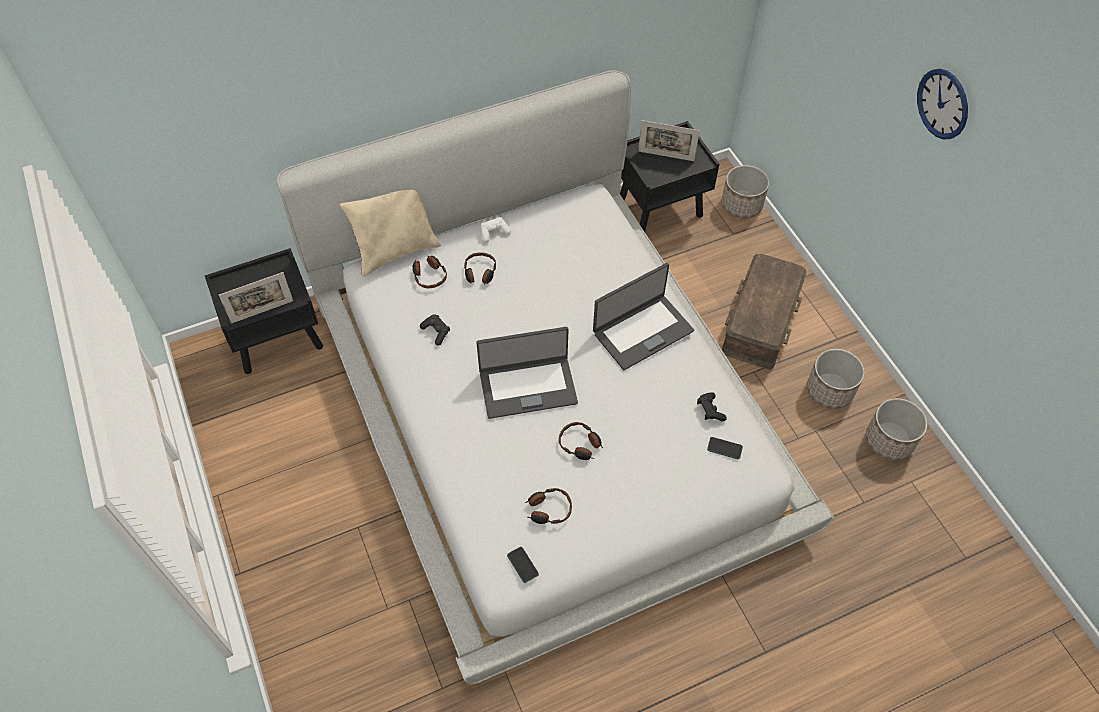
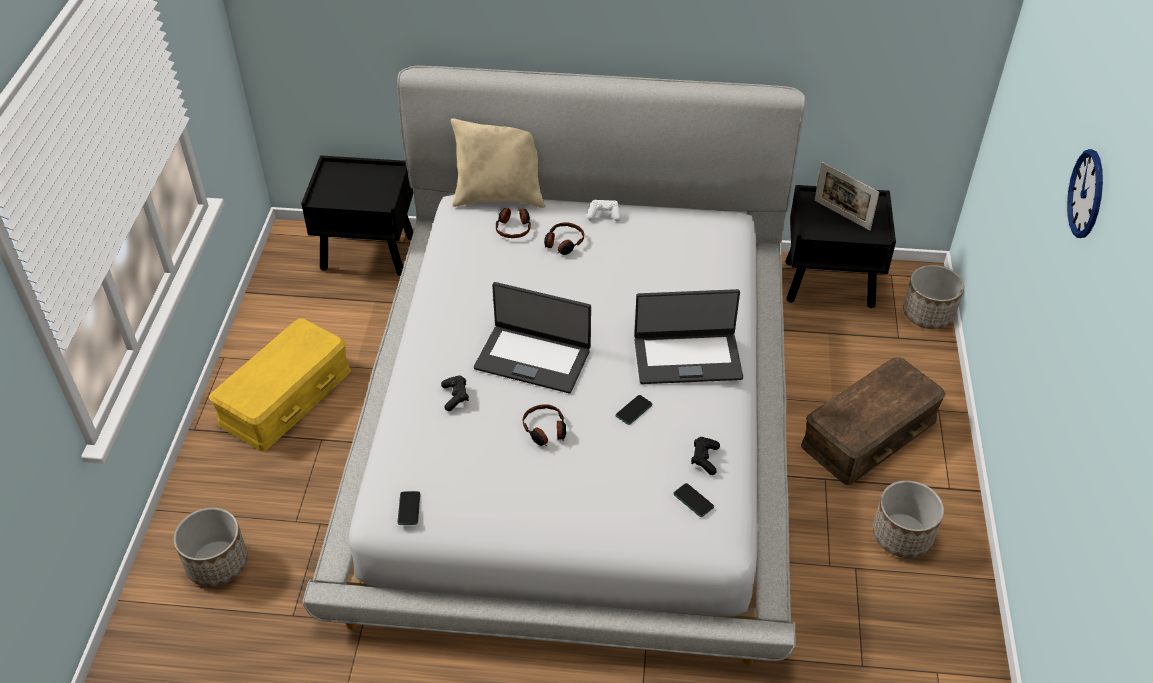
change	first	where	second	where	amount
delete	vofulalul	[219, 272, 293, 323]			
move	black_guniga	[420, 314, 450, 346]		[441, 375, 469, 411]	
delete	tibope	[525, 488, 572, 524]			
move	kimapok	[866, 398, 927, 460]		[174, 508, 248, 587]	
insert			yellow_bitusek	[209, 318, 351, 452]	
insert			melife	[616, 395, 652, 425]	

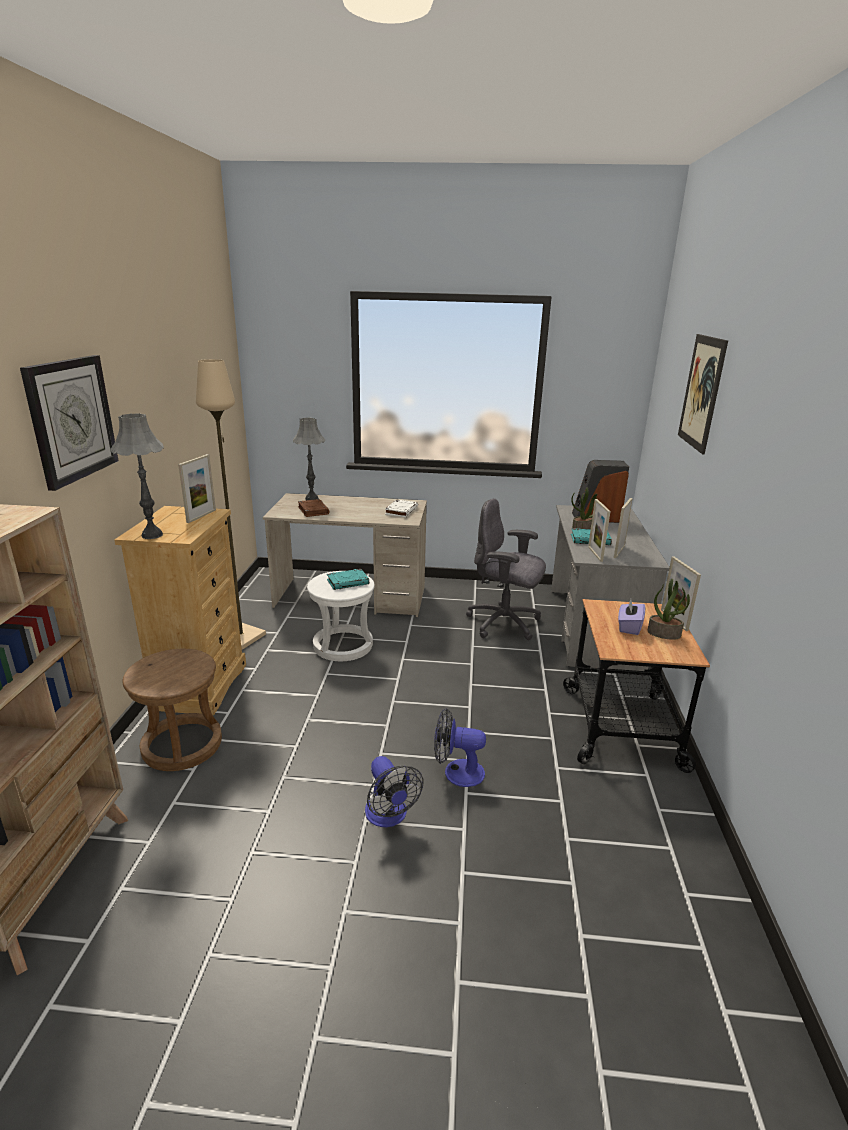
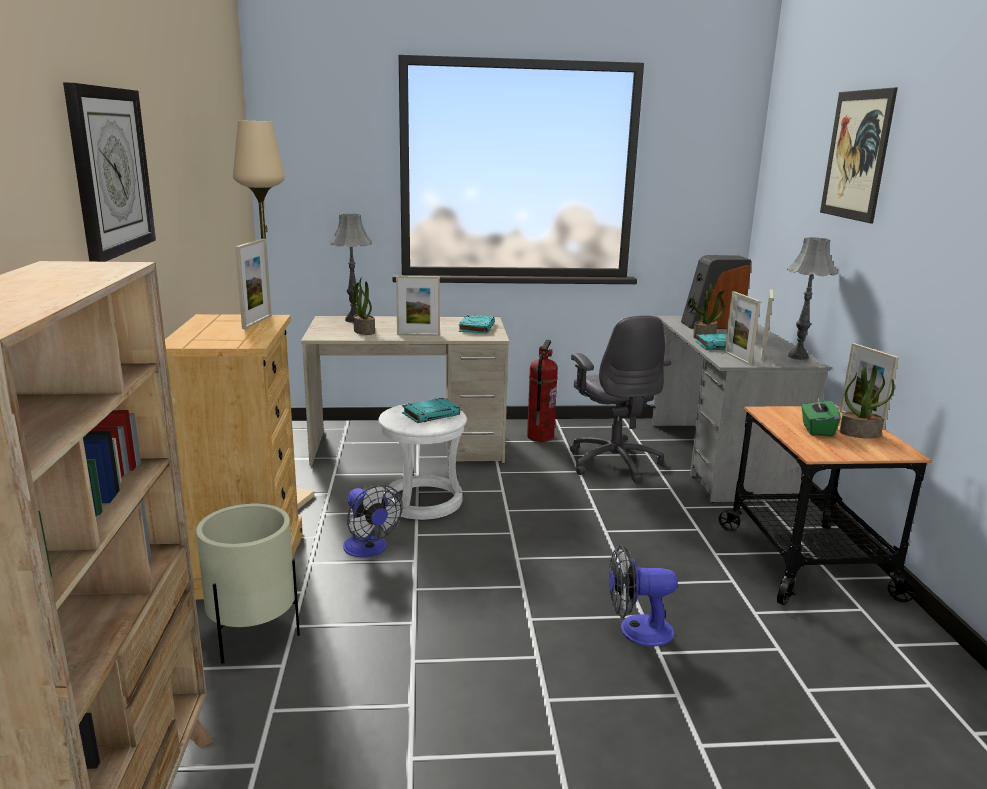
change	first	where	second	where	amount
move	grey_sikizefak	[110, 413, 164, 539]		[787, 237, 838, 360]	
replace	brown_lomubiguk	[122, 649, 222, 771]	beige_kimapok	[196, 503, 300, 664]	
replace	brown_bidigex	[298, 499, 330, 517]	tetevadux	[349, 277, 375, 335]	
move	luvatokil	[365, 756, 424, 827]		[343, 485, 403, 558]	
recolor	white_bidigex	[385, 500, 418, 517]	turquoise_bidigex	[459, 315, 495, 333]	
rotate	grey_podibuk	[466, 499, 546, 640]		[570, 315, 671, 483]	120 degrees counterclockwise
recolor	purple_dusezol	[618, 599, 645, 635]	green_dusezol	[801, 396, 841, 437]	
insert			vofulalul	[396, 276, 440, 336]	
insert			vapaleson	[527, 340, 558, 442]	

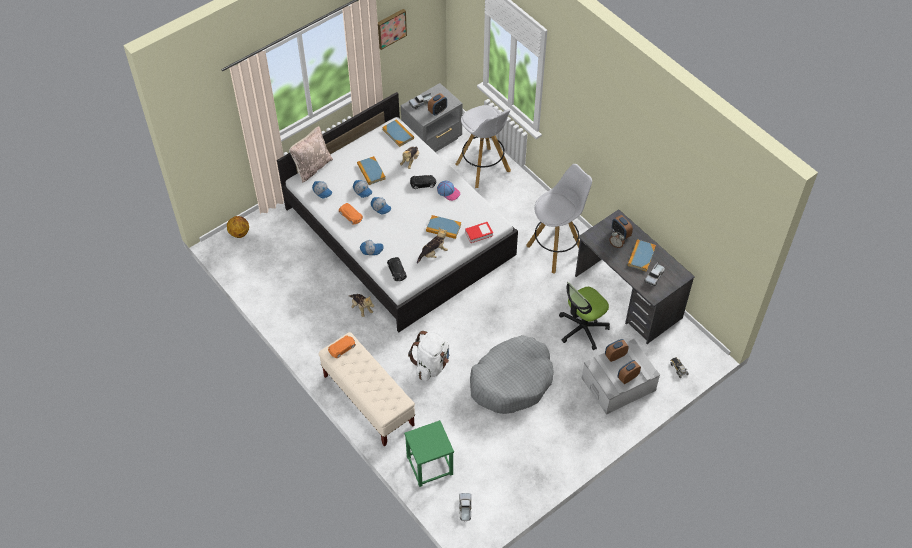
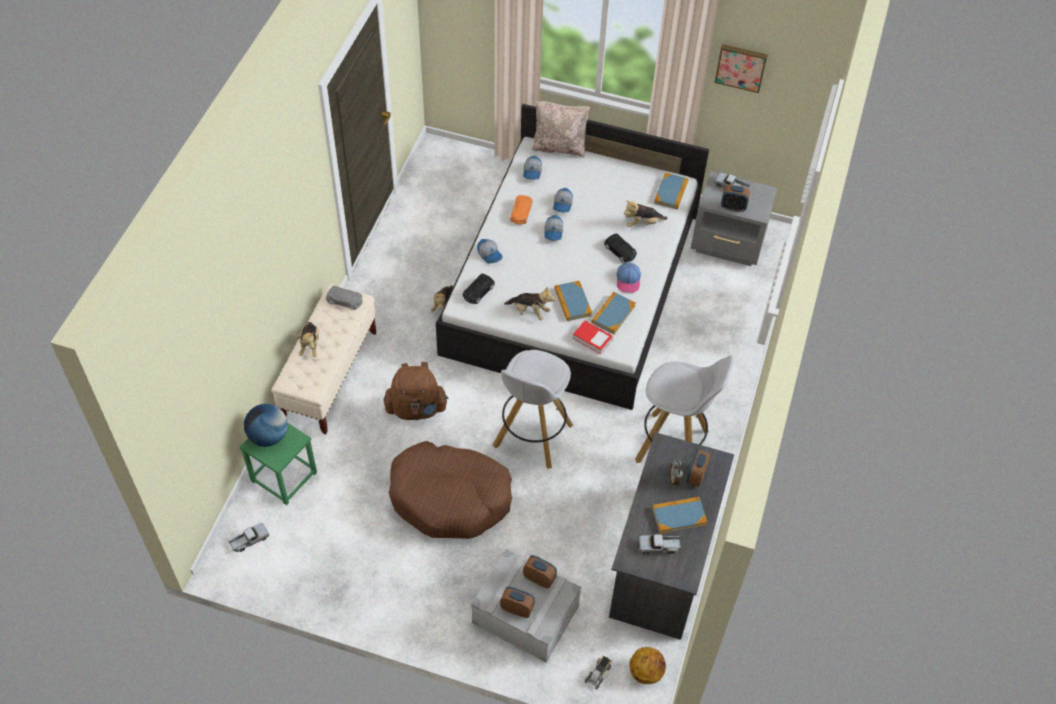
change	first	where	second	where	amount
move	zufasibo	[227, 216, 249, 238]		[629, 647, 666, 684]	
recolor	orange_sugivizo	[328, 335, 356, 358]	grey_sugivizo	[326, 286, 363, 310]	
move	bidigex	[357, 156, 386, 185]		[592, 292, 636, 334]	
recolor	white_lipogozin	[408, 331, 449, 381]	brown_lipogozin	[384, 362, 448, 420]	
move	white_lomubiguk	[455, 105, 511, 188]		[493, 350, 574, 469]	
recolor	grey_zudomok	[470, 335, 554, 414]	brown_zudomok	[389, 441, 512, 539]	
delete	podibuk	[559, 282, 610, 350]			
insert			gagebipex	[244, 404, 288, 447]	
insert			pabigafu	[296, 322, 319, 357]	

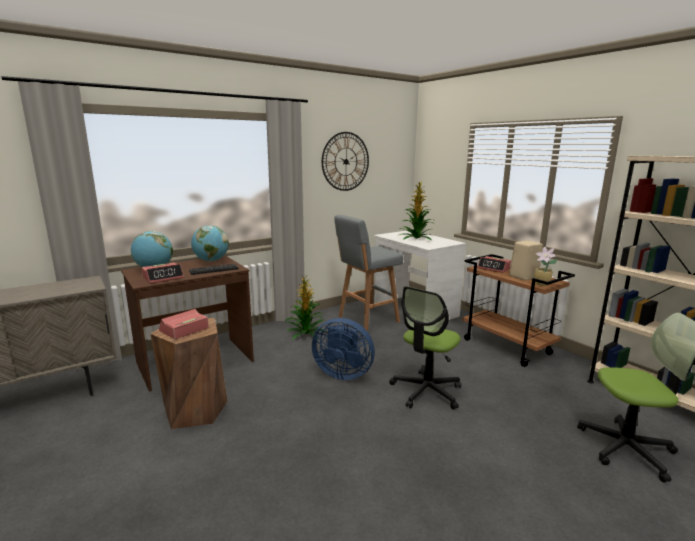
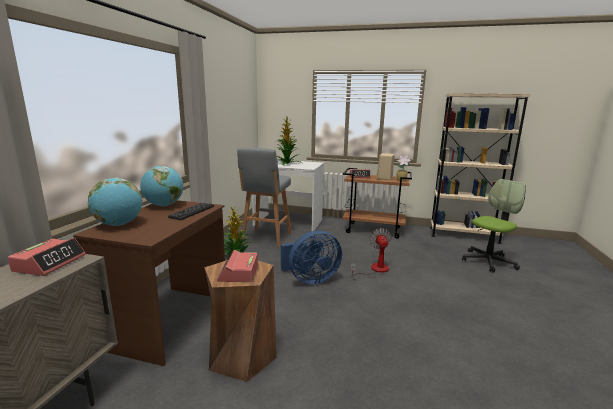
change	first	where	second	where	amount
move	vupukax	[142, 262, 184, 283]		[8, 238, 86, 276]	
delete	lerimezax	[322, 132, 369, 191]			
replace	podibuk	[389, 286, 461, 410]	luvatokil	[351, 228, 392, 278]	

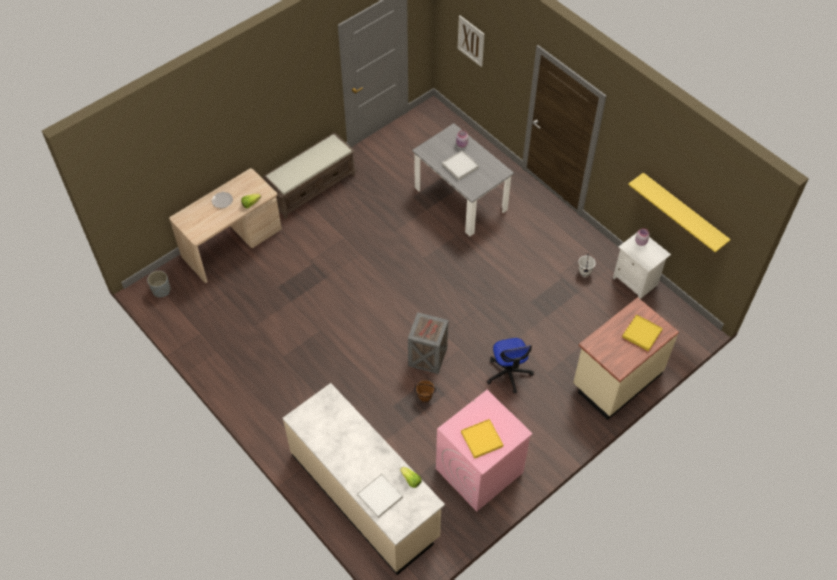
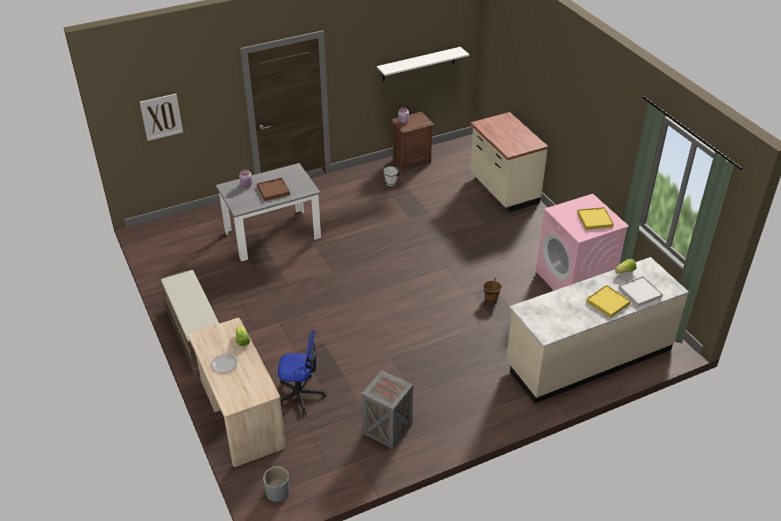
change	first	where	second	where	amount
move	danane	[408, 312, 448, 374]		[361, 370, 413, 449]	
recolor	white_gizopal	[442, 150, 479, 180]	brown_gizopal	[257, 178, 290, 201]	
move	podibuk	[487, 338, 534, 393]		[278, 330, 327, 415]	
recolor	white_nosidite	[613, 233, 671, 299]	brown_nosidite	[391, 112, 434, 171]	
move	yellow_gizopal	[622, 314, 663, 351]		[586, 285, 631, 318]	
recolor	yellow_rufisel	[628, 173, 731, 253]	white_rufisel	[377, 47, 469, 81]	

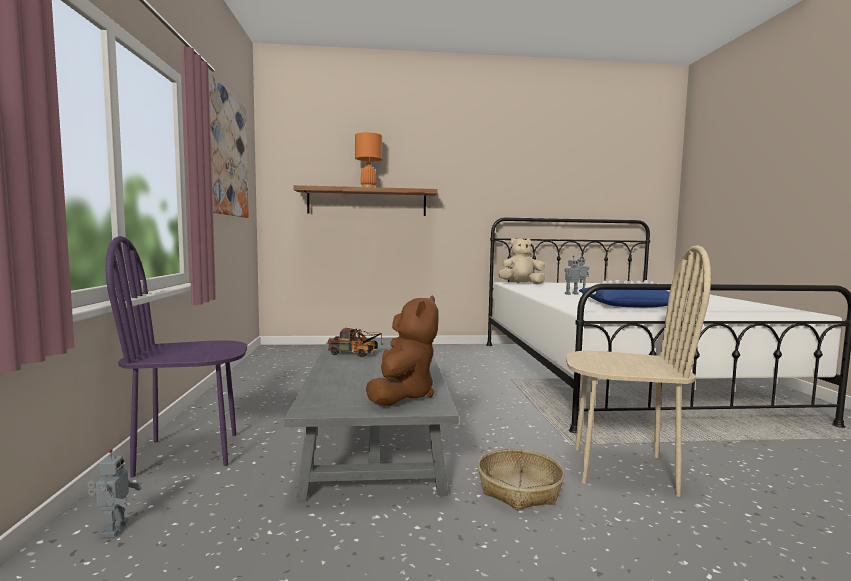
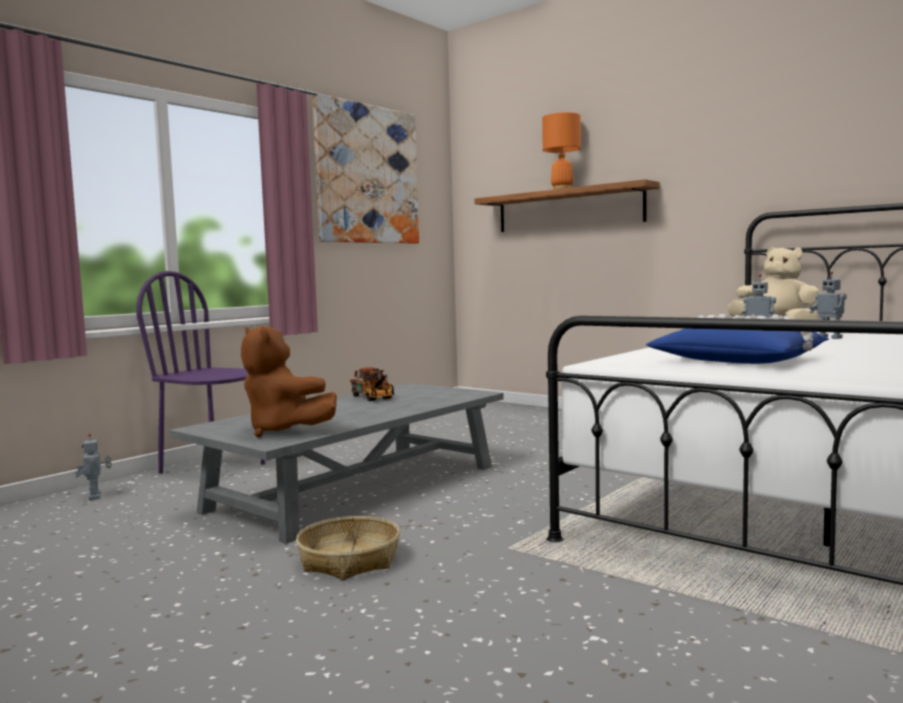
change	first	where	second	where	amount
rotate	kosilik	[87, 449, 142, 538]		[75, 434, 112, 500]	120 degrees clockwise
rotate	brown_pabigafu	[366, 295, 439, 406]		[241, 326, 337, 438]	75 degrees clockwise
delete	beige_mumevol	[566, 245, 711, 497]			

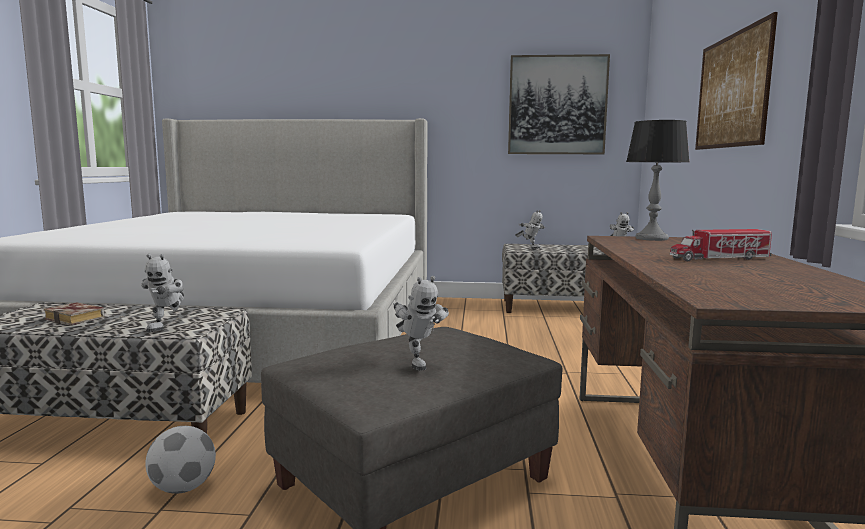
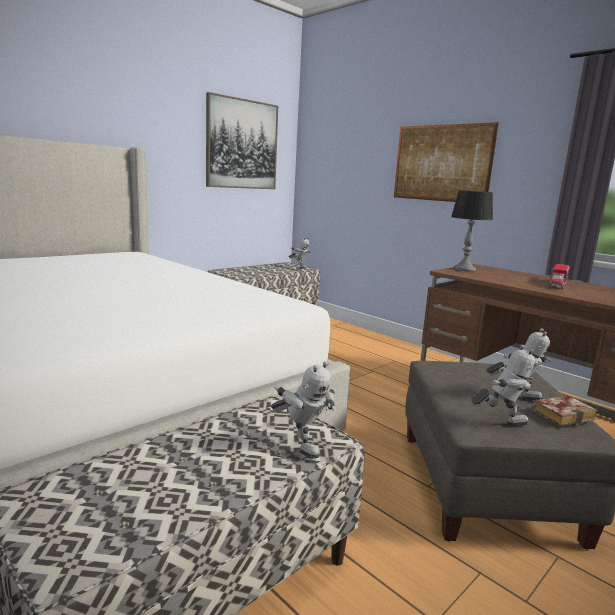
change	first	where	second	where	amount
move	bidigex	[44, 302, 104, 325]		[532, 395, 597, 426]	
delete	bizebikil	[145, 426, 216, 494]			
move	kosilik	[515, 210, 545, 249]		[471, 345, 535, 426]	

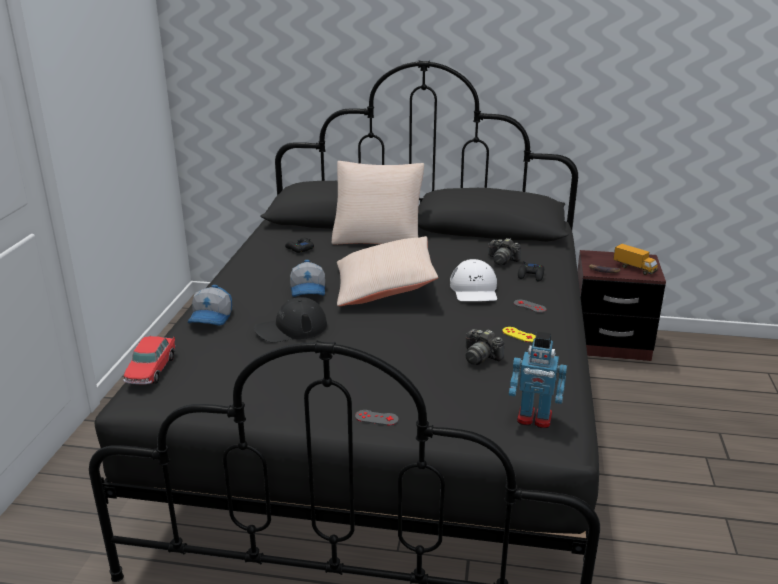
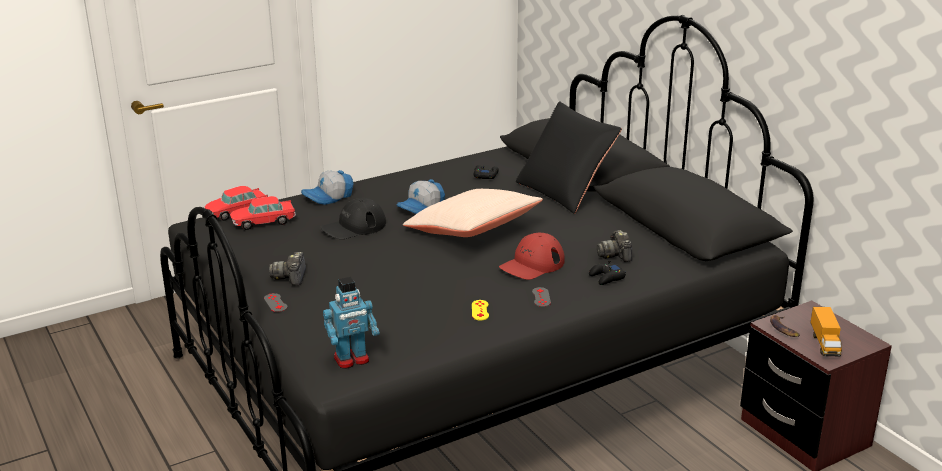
change	first	where	second	where	amount
rotate	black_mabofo	[254, 297, 327, 343]		[321, 198, 386, 239]	60 degrees counterclockwise
recolor	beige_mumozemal	[332, 161, 424, 244]	black_mumozemal	[516, 101, 622, 214]	
recolor	white_mabofo	[450, 259, 497, 301]	red_mabofo	[499, 233, 565, 280]	
move	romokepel	[465, 329, 504, 365]		[269, 252, 306, 286]	
rotate	kosilik	[509, 332, 567, 428]		[323, 277, 380, 369]	90 degrees counterclockwise
insert			sugivizo	[230, 196, 296, 230]	

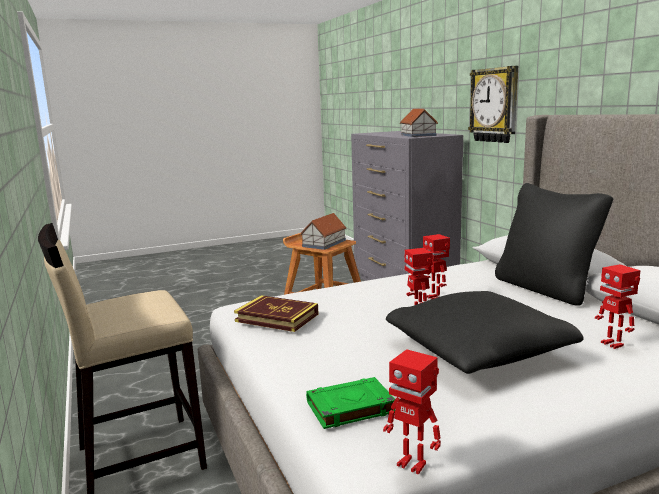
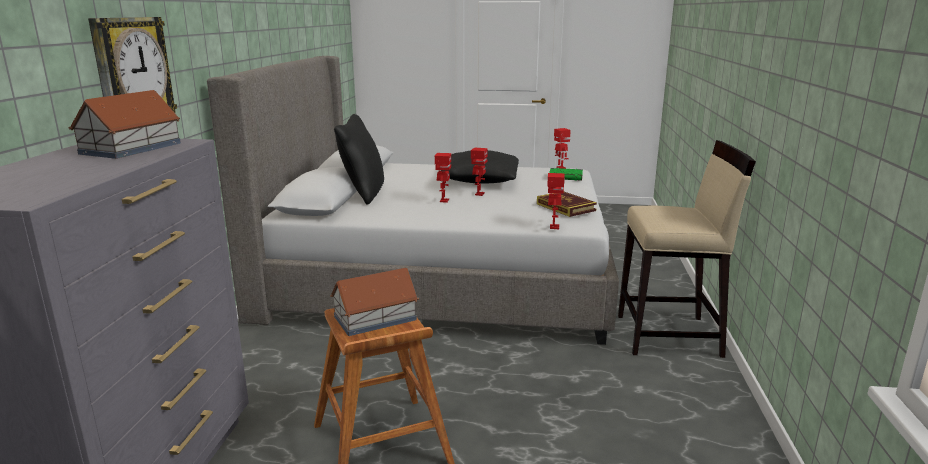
change	first	where	second	where	amount
move	kosilik	[595, 264, 640, 349]		[547, 173, 565, 229]	

